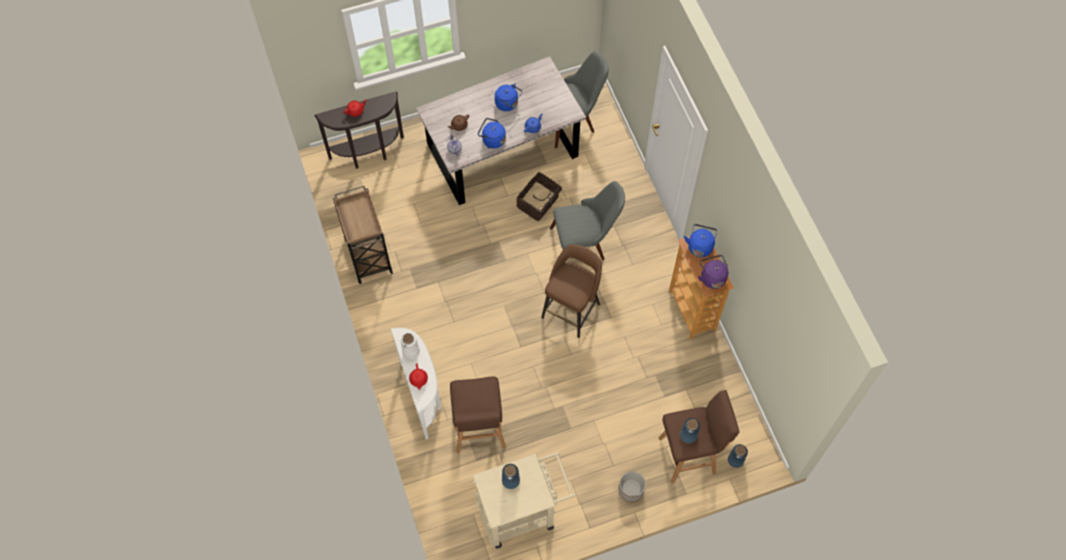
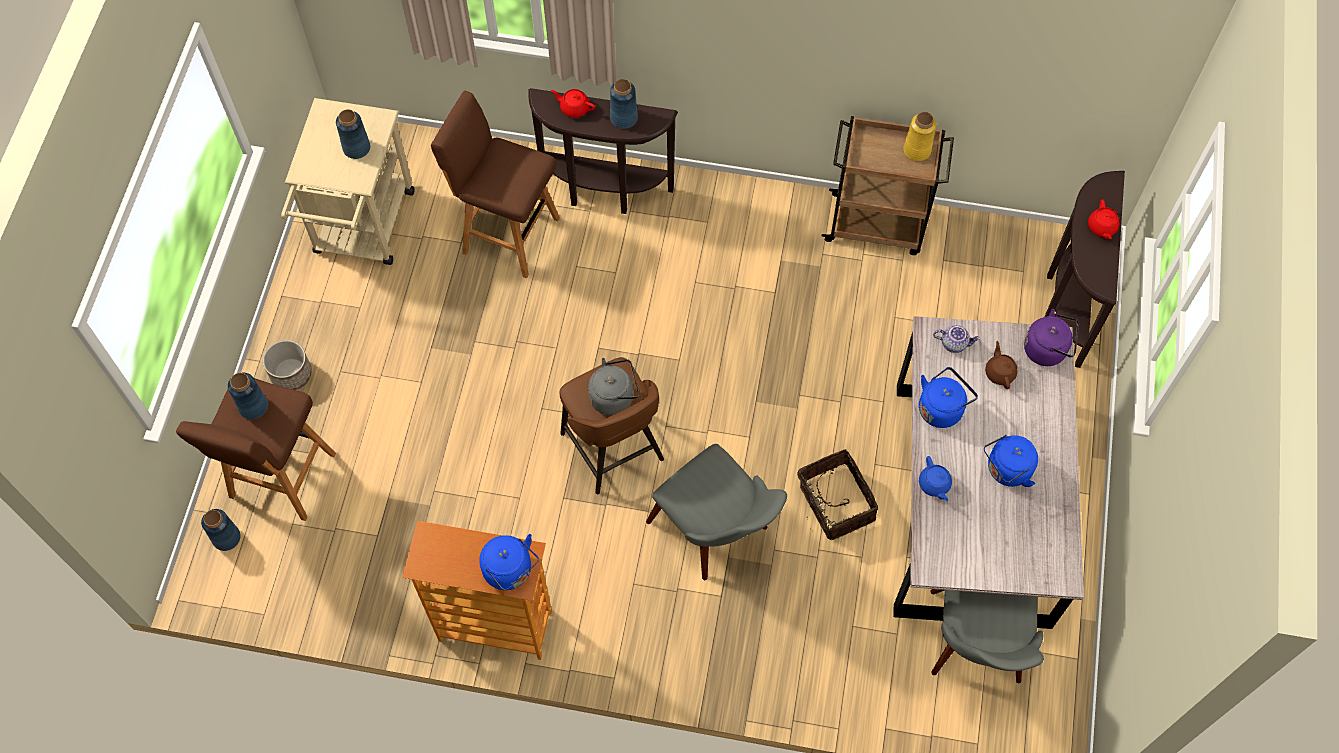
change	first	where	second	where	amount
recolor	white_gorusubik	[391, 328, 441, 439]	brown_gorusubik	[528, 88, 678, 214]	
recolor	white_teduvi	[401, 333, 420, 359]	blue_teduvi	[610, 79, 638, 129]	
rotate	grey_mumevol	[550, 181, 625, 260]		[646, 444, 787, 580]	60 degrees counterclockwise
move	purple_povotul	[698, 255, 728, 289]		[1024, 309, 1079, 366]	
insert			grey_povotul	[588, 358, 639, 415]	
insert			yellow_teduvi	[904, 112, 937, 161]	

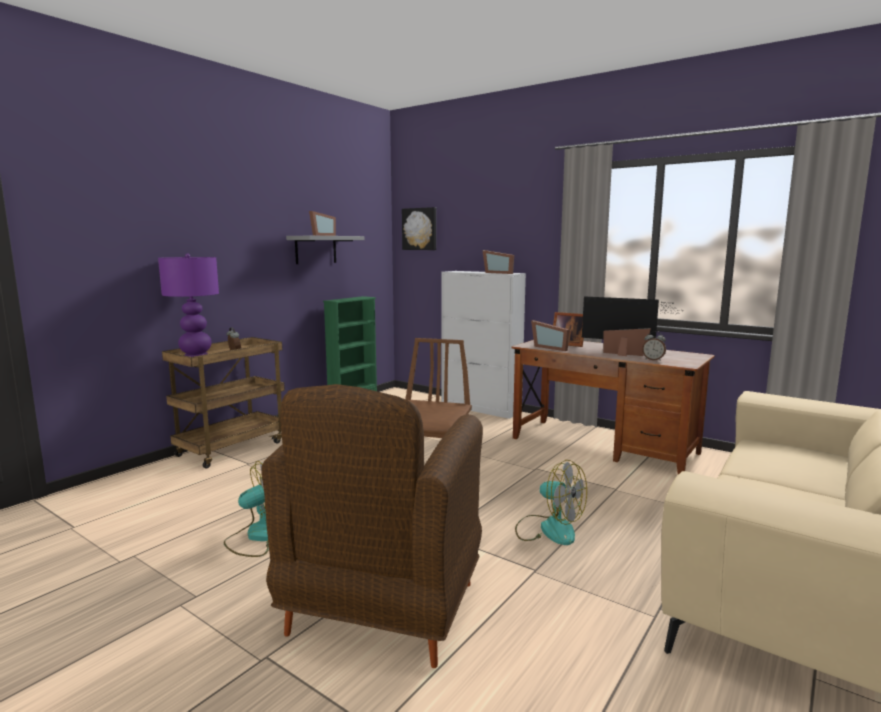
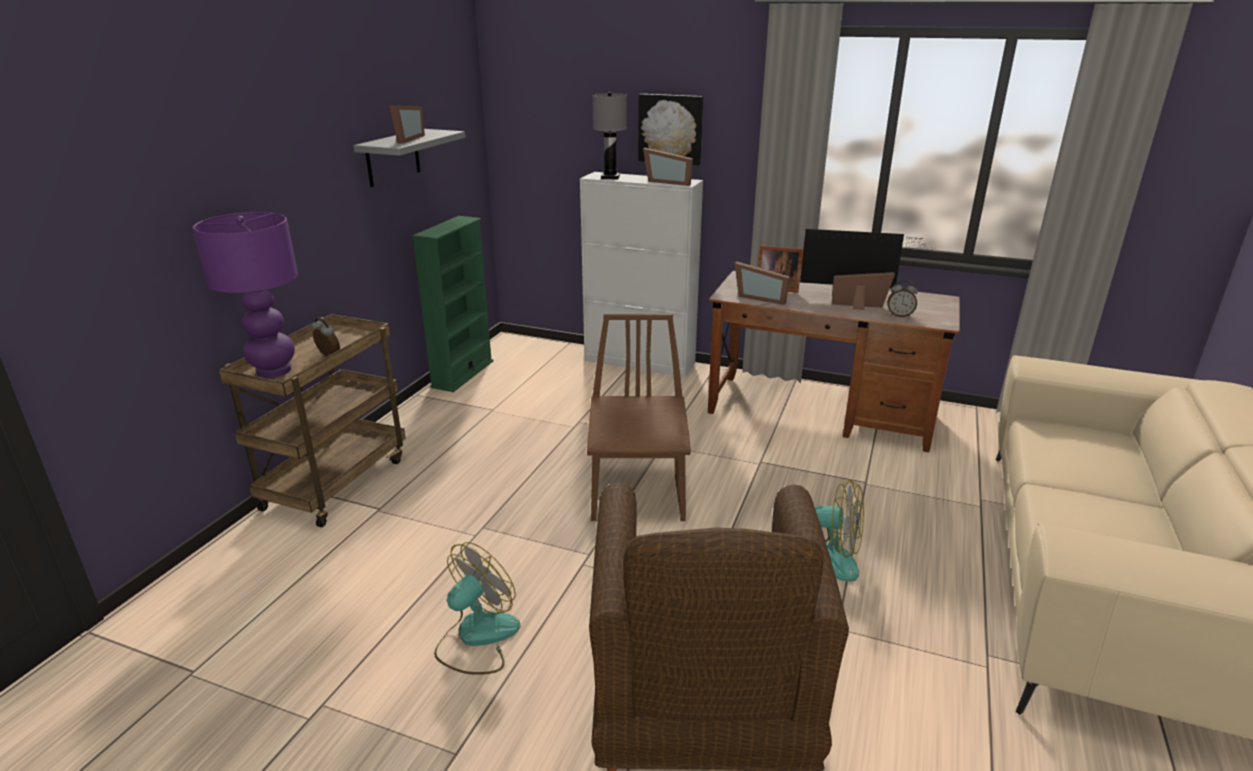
change	first	where	second	where	amount
move	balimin	[402, 207, 436, 250]		[638, 94, 703, 165]	
insert			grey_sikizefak	[593, 93, 627, 179]	

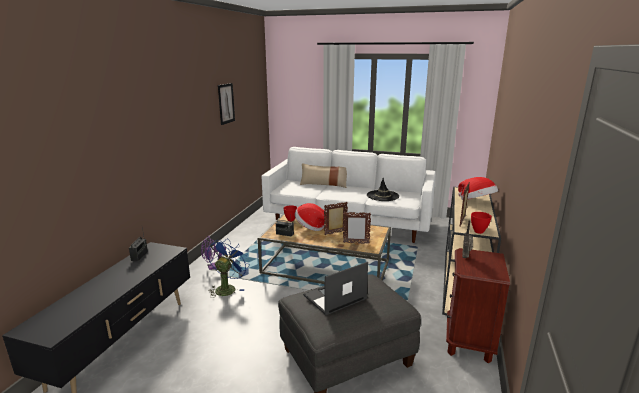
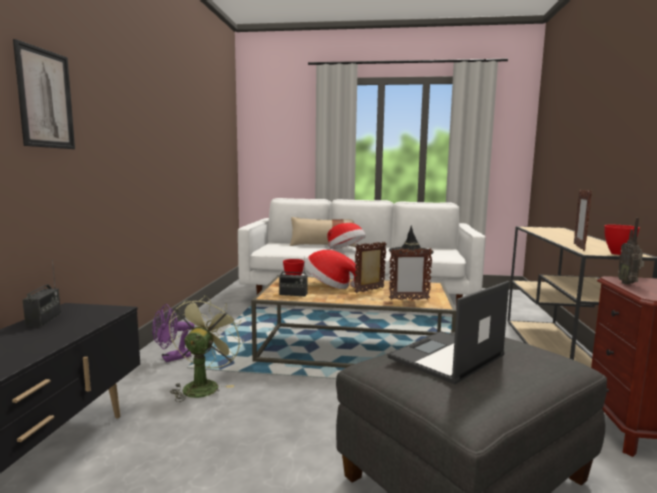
change	first	where	second	where	amount
recolor	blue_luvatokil	[207, 238, 250, 298]	green_luvatokil	[169, 295, 244, 402]	
move	balimin	[218, 83, 235, 125]		[13, 39, 75, 149]	
move	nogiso	[458, 177, 498, 200]		[327, 223, 366, 249]	

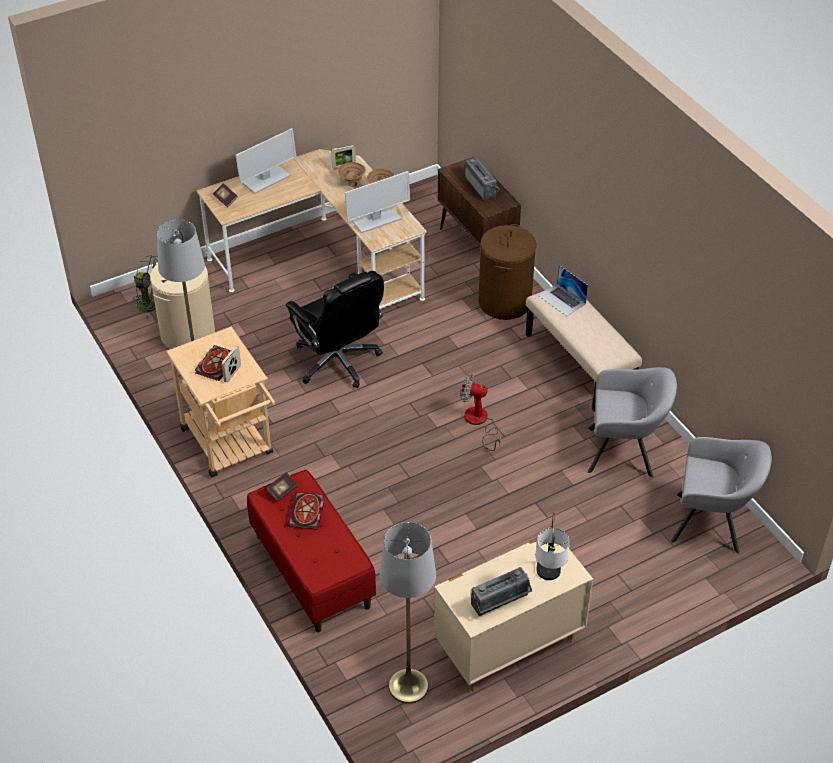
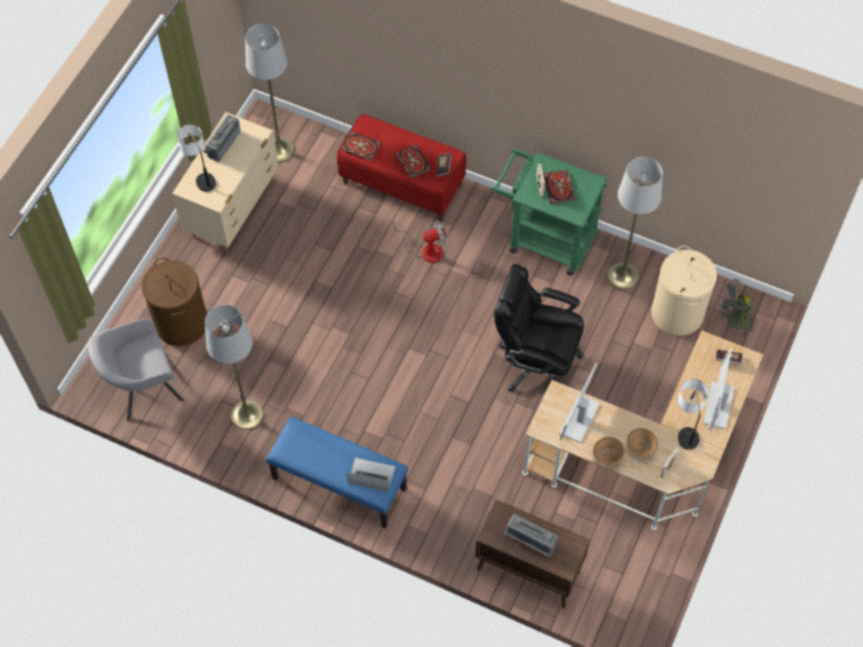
change	first	where	second	where	amount
recolor	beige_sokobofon	[166, 327, 275, 477]	green_sokobofon	[491, 148, 608, 276]	
move	luvatokil	[461, 374, 501, 451]		[389, 219, 447, 263]	
move	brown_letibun	[478, 224, 537, 320]		[142, 258, 207, 346]	
recolor	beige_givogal	[526, 289, 642, 412]	blue_givogal	[266, 416, 408, 528]	
replace	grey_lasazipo	[588, 367, 677, 477]	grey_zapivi	[205, 305, 264, 430]	
insert			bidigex	[341, 131, 382, 161]	
insert			sikizefak	[678, 379, 709, 450]	

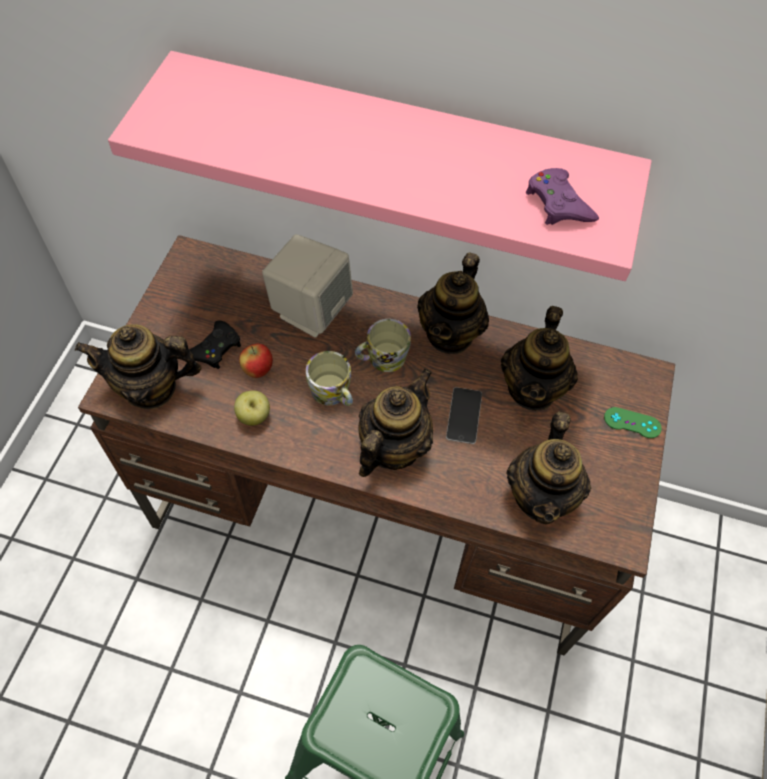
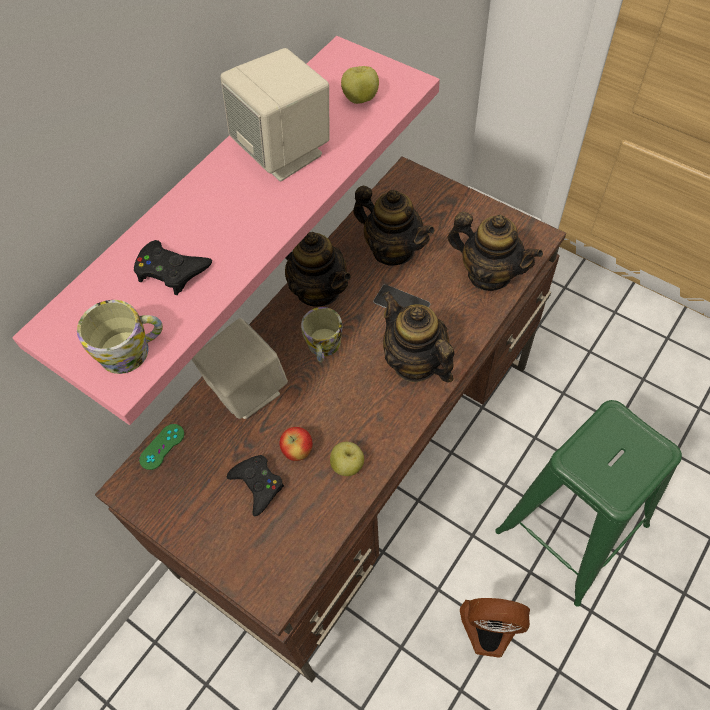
change	first	where	second	where	amount
delete	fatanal	[75, 324, 202, 409]			
move	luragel	[306, 351, 353, 406]		[77, 300, 163, 374]	
replace	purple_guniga	[526, 168, 599, 225]	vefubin	[341, 66, 379, 104]	
move	green_guniga	[604, 407, 662, 438]		[139, 424, 184, 470]	
insert			black_guniga	[134, 240, 212, 295]	
insert			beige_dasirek	[221, 48, 330, 181]	
insert			luvatokil	[460, 598, 530, 658]	

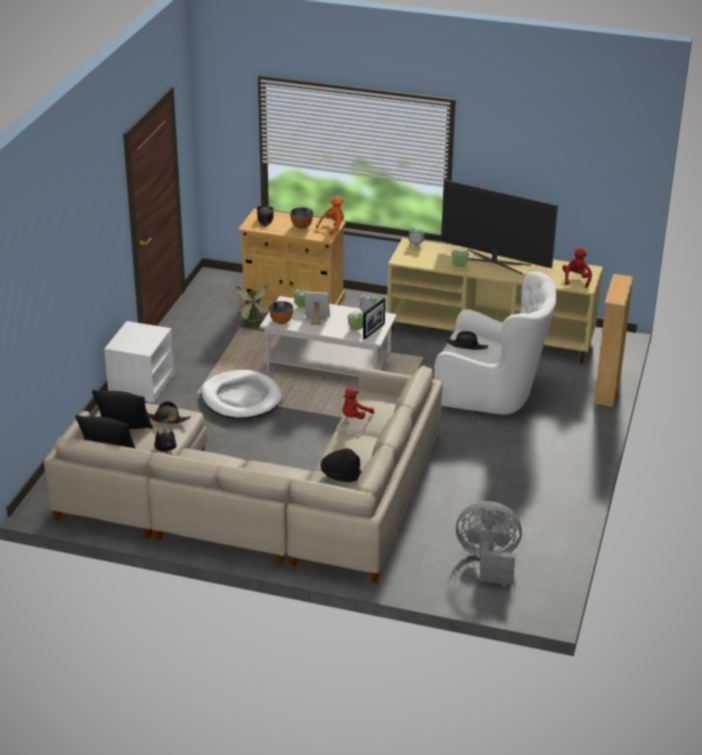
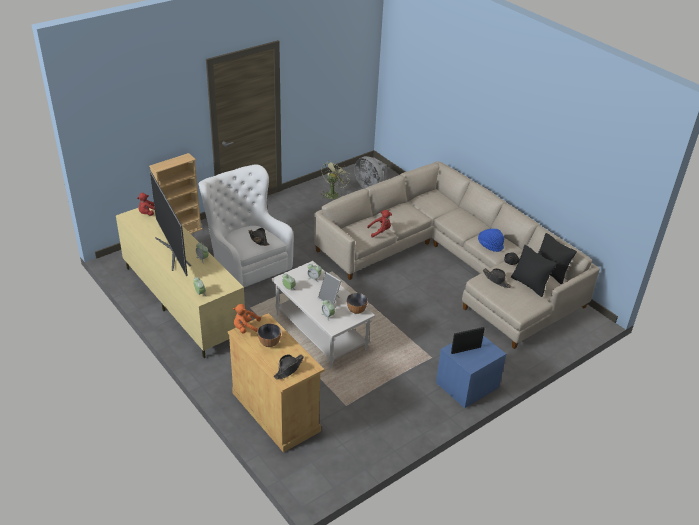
change	first	where	second	where	amount
recolor	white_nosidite	[104, 321, 174, 403]	blue_nosidite	[436, 335, 506, 408]	
delete	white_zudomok	[201, 370, 283, 419]			
move	green_luvatokil	[231, 279, 275, 328]		[320, 160, 349, 200]	
delete	black_nogiso	[321, 448, 361, 482]			
move	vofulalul	[363, 298, 385, 339]		[451, 327, 485, 354]	
insert			blue_nogiso	[478, 229, 504, 252]	

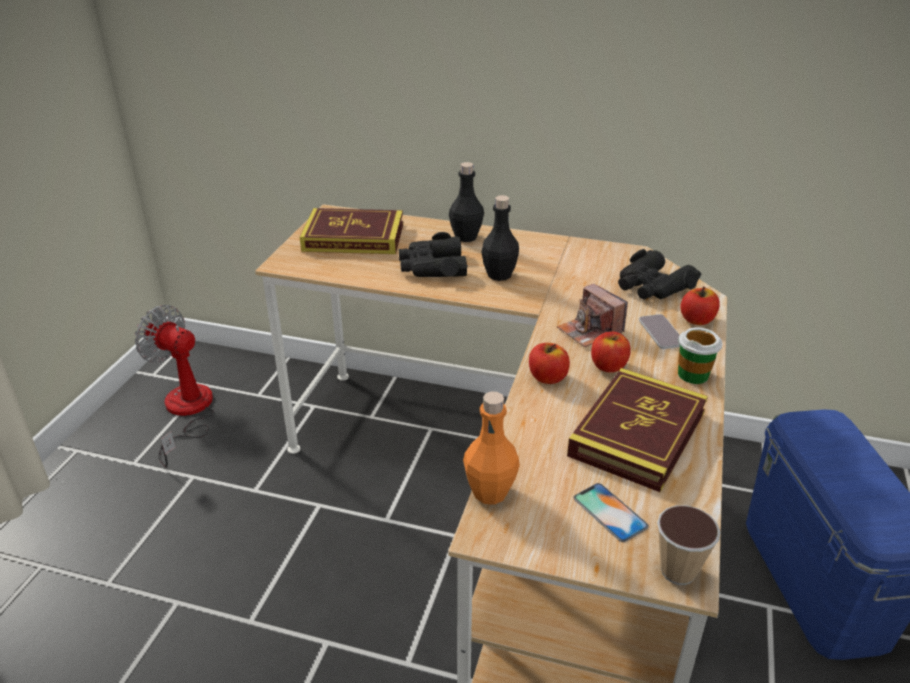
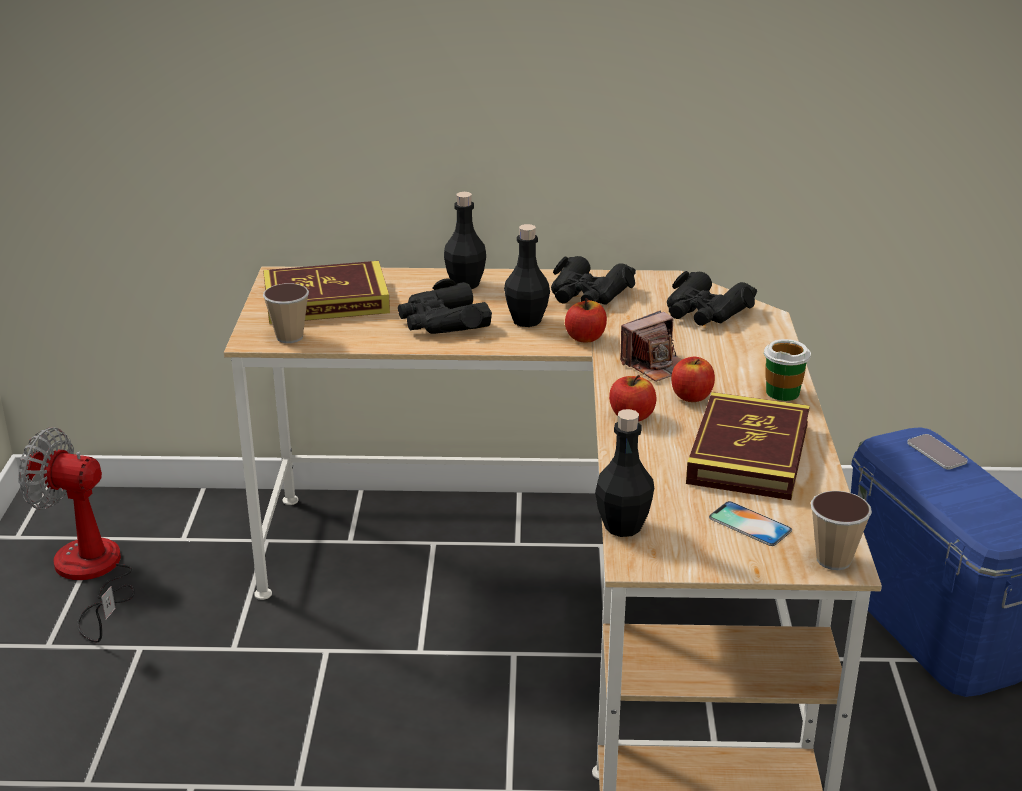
change	first	where	second	where	amount
recolor	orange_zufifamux	[463, 391, 520, 505]	black_zufifamux	[595, 409, 654, 537]	
rotate	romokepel	[557, 284, 628, 347]		[620, 310, 682, 382]	75 degrees counterclockwise
move	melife	[639, 314, 680, 349]		[907, 434, 968, 470]	
move	vefubin	[680, 287, 720, 325]		[565, 299, 607, 343]	
insert			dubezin	[263, 283, 309, 343]	
insert			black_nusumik	[551, 256, 636, 305]	

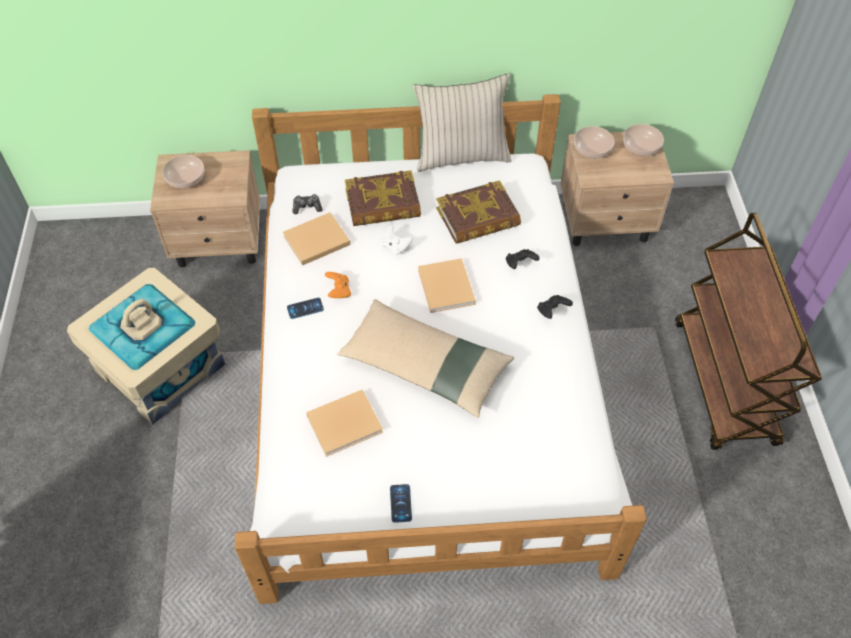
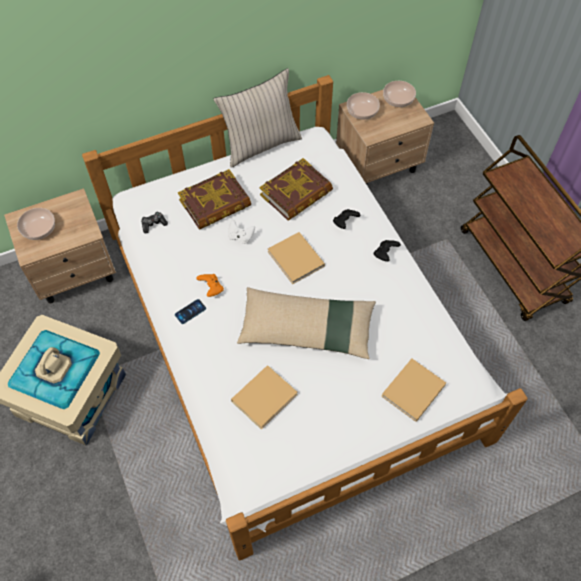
change	first	where	second	where	amount
move	beige_bidigex	[283, 213, 350, 266]		[381, 358, 446, 422]	
delete	melife	[390, 484, 412, 523]			

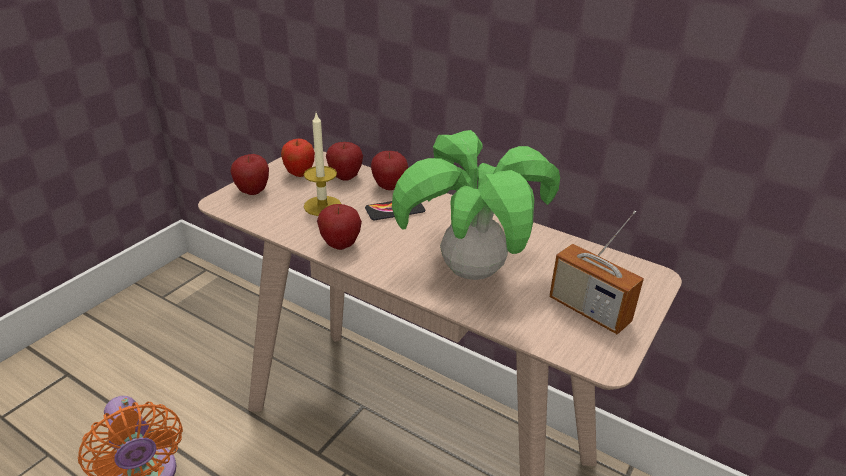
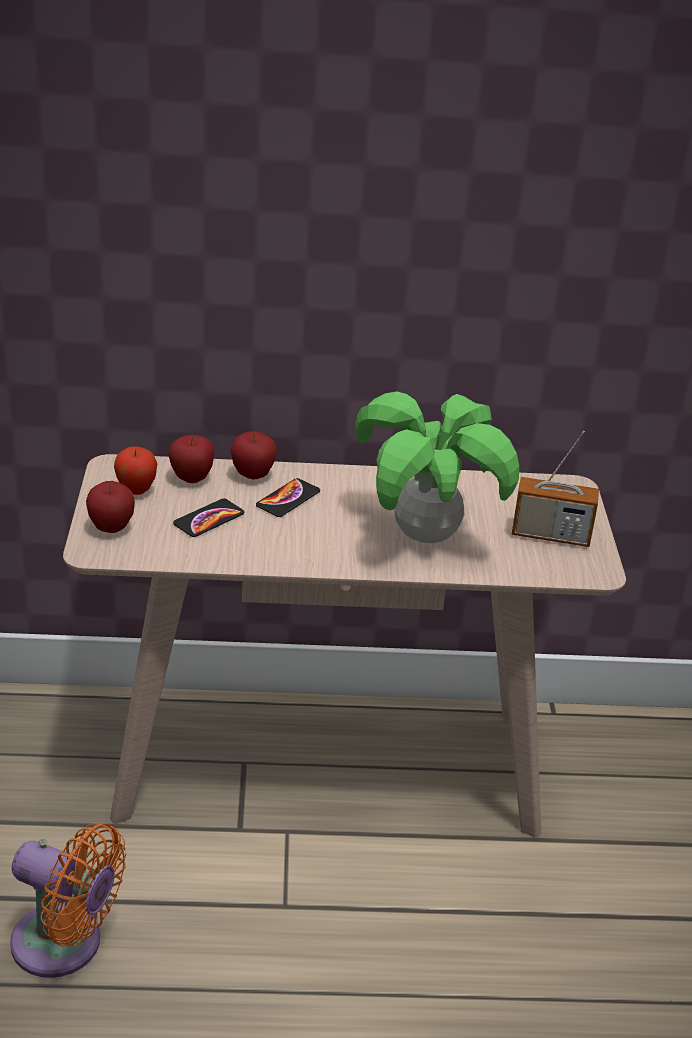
change	first	where	second	where	amount
replace	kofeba	[304, 113, 341, 216]	melife	[173, 498, 244, 537]	
delete	vefubin	[317, 204, 362, 250]			

